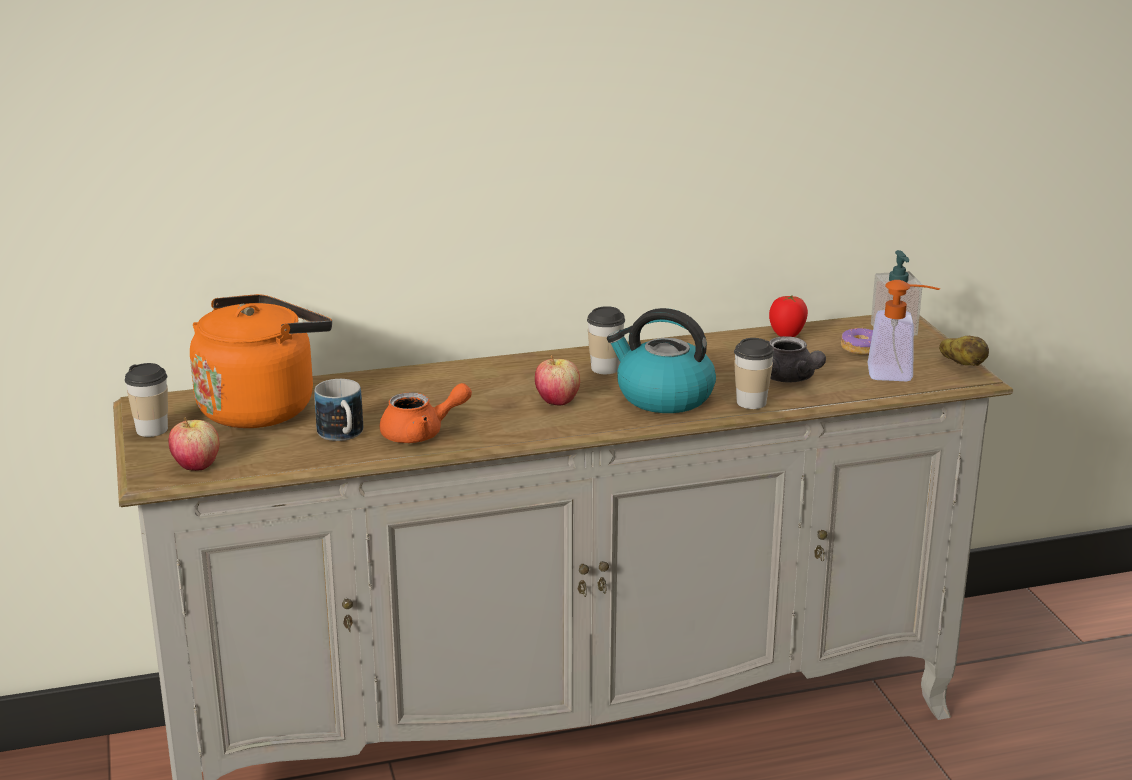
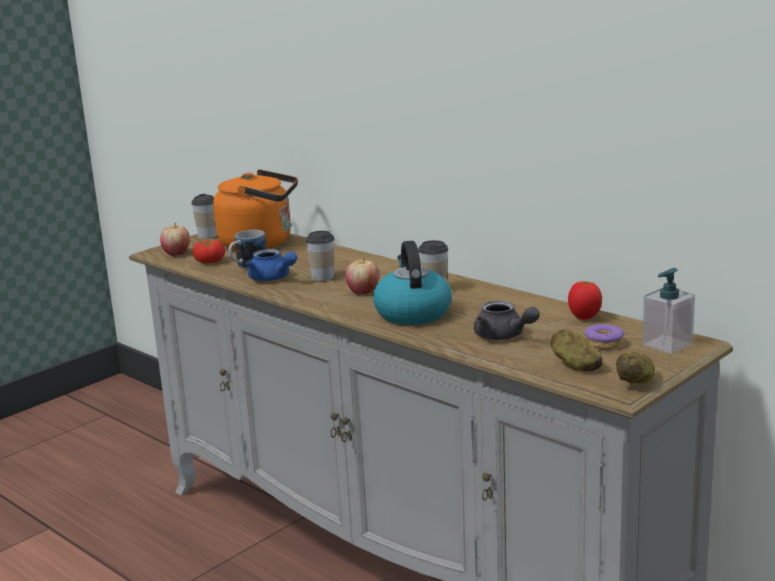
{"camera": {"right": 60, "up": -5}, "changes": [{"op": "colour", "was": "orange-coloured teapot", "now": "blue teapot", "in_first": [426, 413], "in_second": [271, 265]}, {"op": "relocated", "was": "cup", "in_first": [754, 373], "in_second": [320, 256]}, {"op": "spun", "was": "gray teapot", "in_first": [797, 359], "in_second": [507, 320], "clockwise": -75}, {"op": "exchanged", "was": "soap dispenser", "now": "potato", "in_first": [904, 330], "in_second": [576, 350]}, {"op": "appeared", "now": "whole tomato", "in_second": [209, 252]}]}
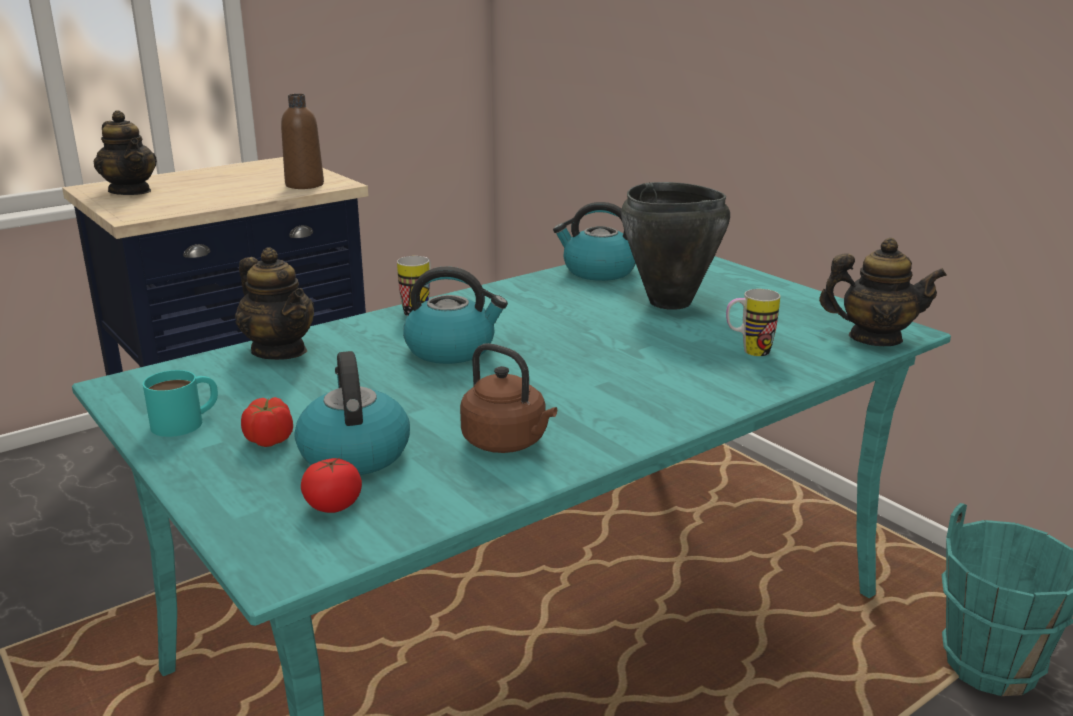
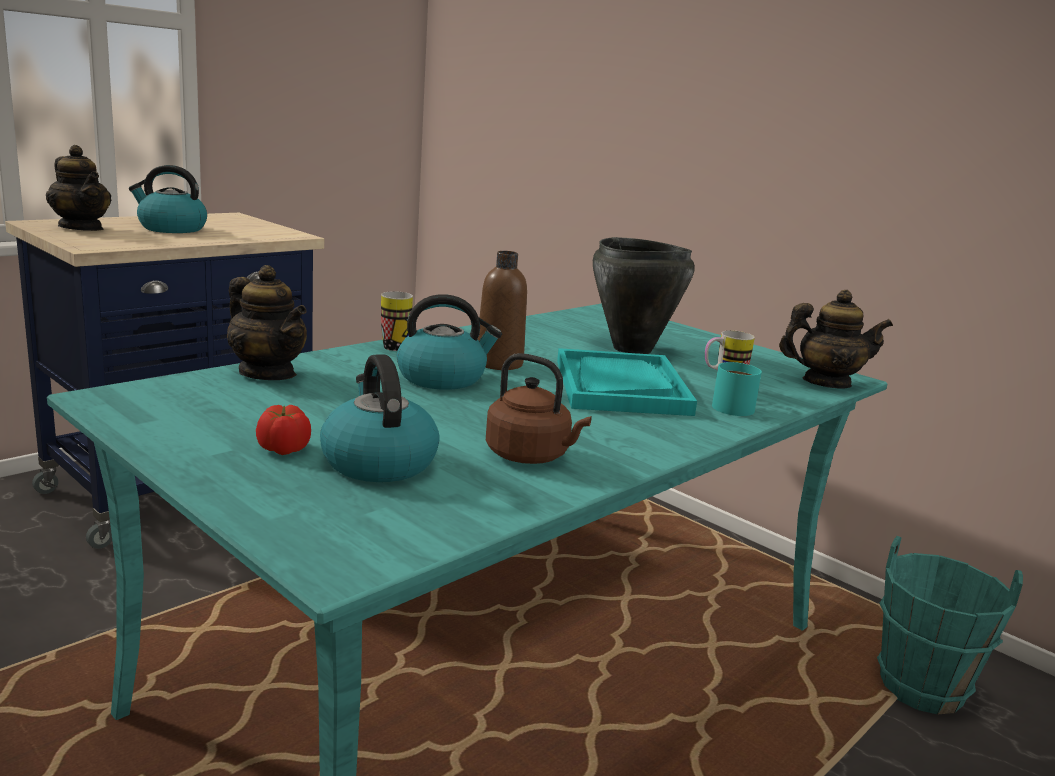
{"camera": {"right": -10, "up": -5}, "changes": [{"op": "relocated", "was": "turquoise-coloured tea mug", "in_first": [180, 403], "in_second": [737, 389]}, {"op": "relocated", "was": "brownish beverage bottle", "in_first": [302, 141], "in_second": [502, 310]}, {"op": "missing", "was": "whole tomato", "in_first": [331, 485]}, {"op": "relocated", "was": "kettle", "in_first": [594, 241], "in_second": [168, 199]}, {"op": "appeared", "now": "turquoise-coloured serving tray", "in_second": [627, 382]}]}
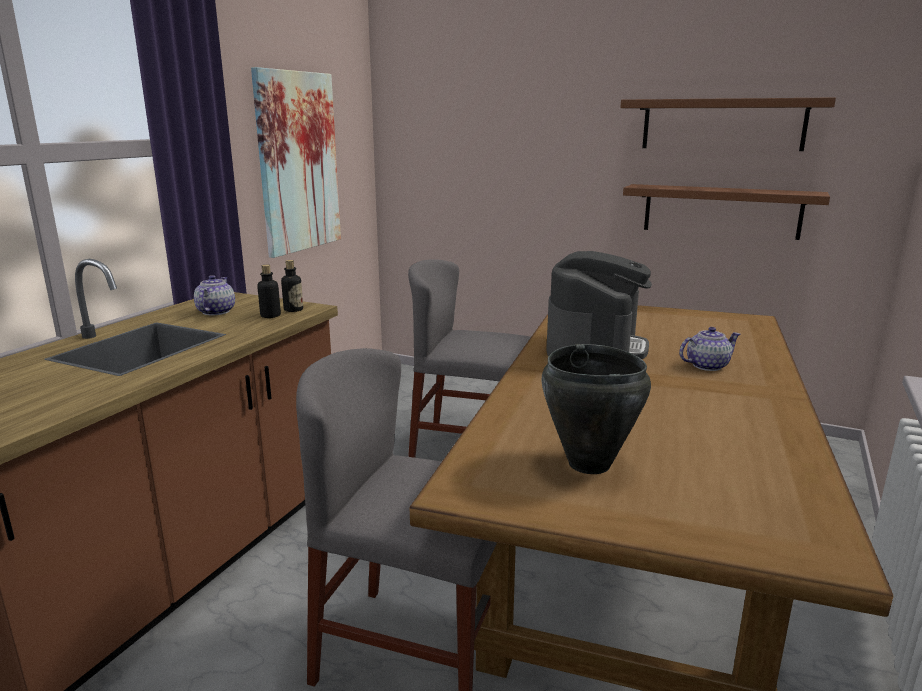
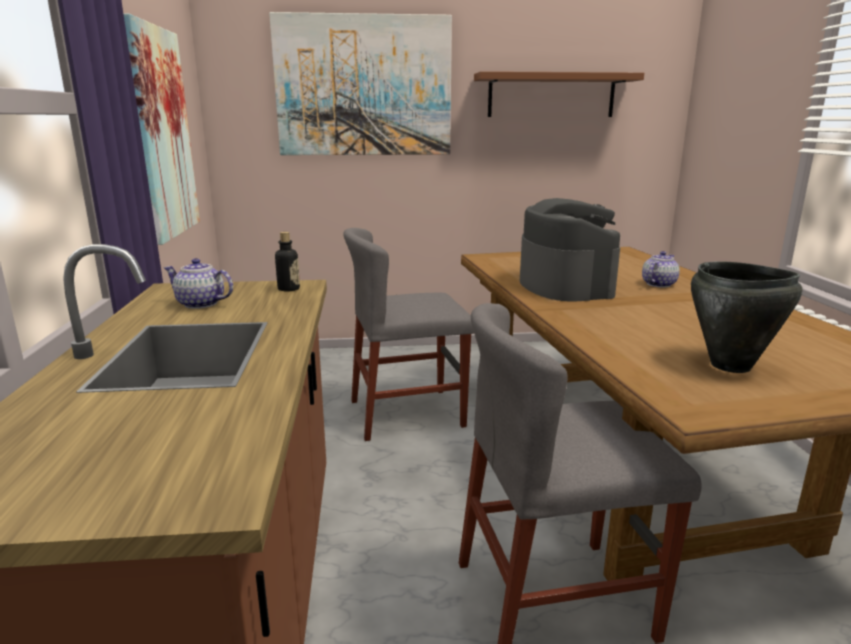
{"camera": {"right": -30, "up": 0}, "changes": [{"op": "spun", "was": "teapot", "in_first": [214, 295], "in_second": [198, 283], "clockwise": -45}, {"op": "missing", "was": "beverage bottle", "in_first": [269, 291]}, {"op": "missing", "was": "brownish wall shelf", "in_first": [726, 212]}, {"op": "appeared", "now": "wall art", "in_second": [360, 83]}]}
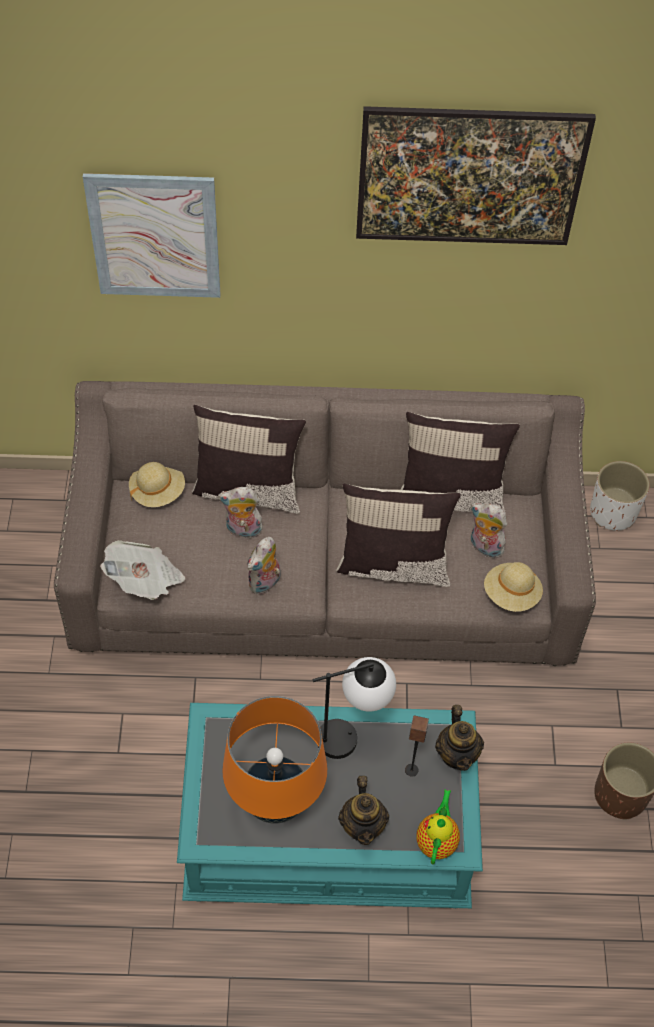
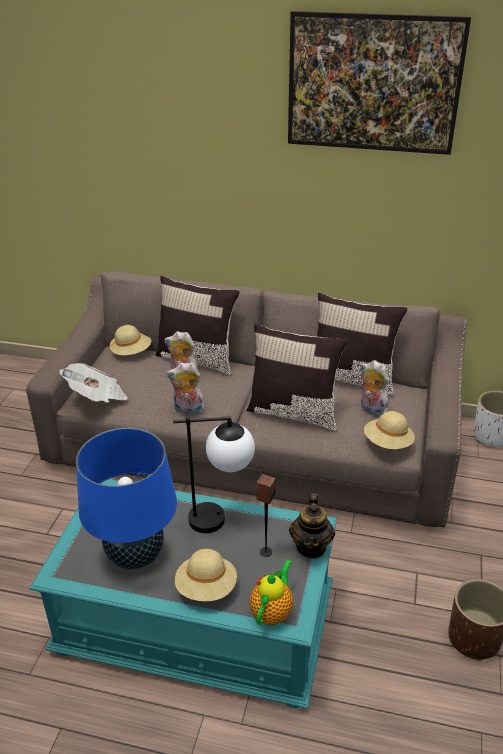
{"camera": {"right": 15, "up": -20}, "changes": [{"op": "missing", "was": "wall art", "in_first": [151, 235]}, {"op": "colour", "was": "orange-coloured lamp for a table", "now": "blue lamp for a table", "in_first": [274, 760], "in_second": [126, 498]}, {"op": "spun", "was": "cuddly toy", "in_first": [264, 566], "in_second": [185, 389], "clockwise": 45}, {"op": "exchanged", "was": "teapot", "now": "beige wearable hat", "in_first": [363, 810], "in_second": [206, 575]}]}
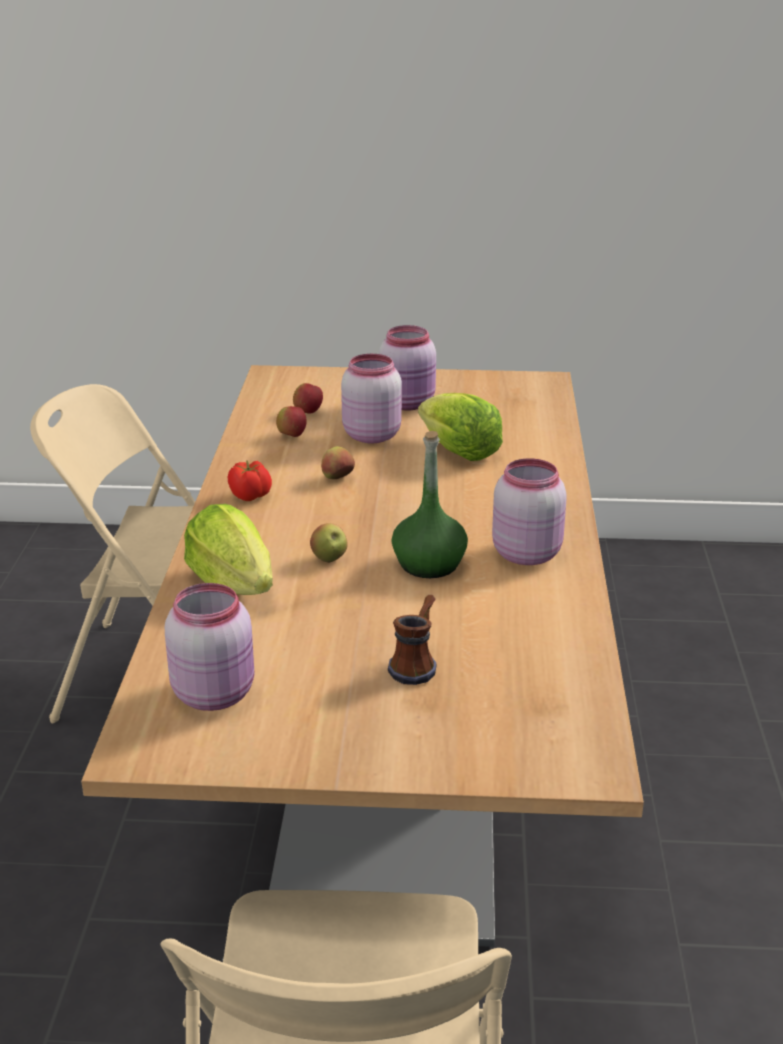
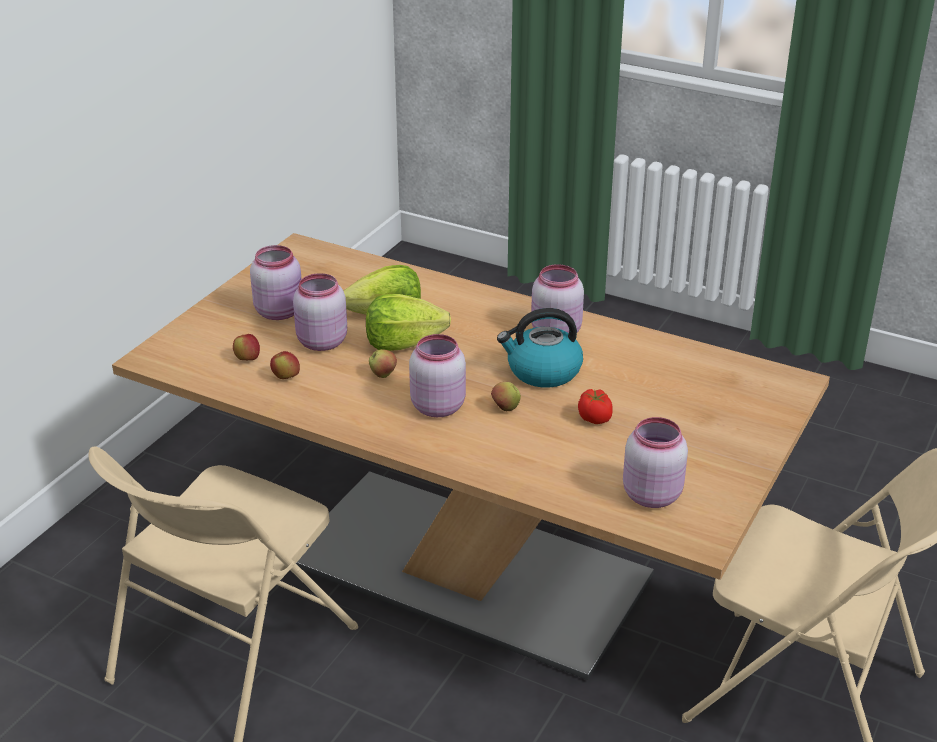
{"camera": {"right": -65, "up": 5}, "changes": [{"op": "relocated", "was": "head of lettuce", "in_first": [228, 549], "in_second": [408, 322]}, {"op": "relocated", "was": "whole tomato", "in_first": [250, 480], "in_second": [595, 406]}, {"op": "missing", "was": "tea mug", "in_first": [412, 640]}, {"op": "exchanged", "was": "green-coloured beverage bottle", "now": "kettle", "in_first": [430, 504], "in_second": [540, 348]}, {"op": "appeared", "now": "pink preserve jar", "in_second": [437, 375]}]}
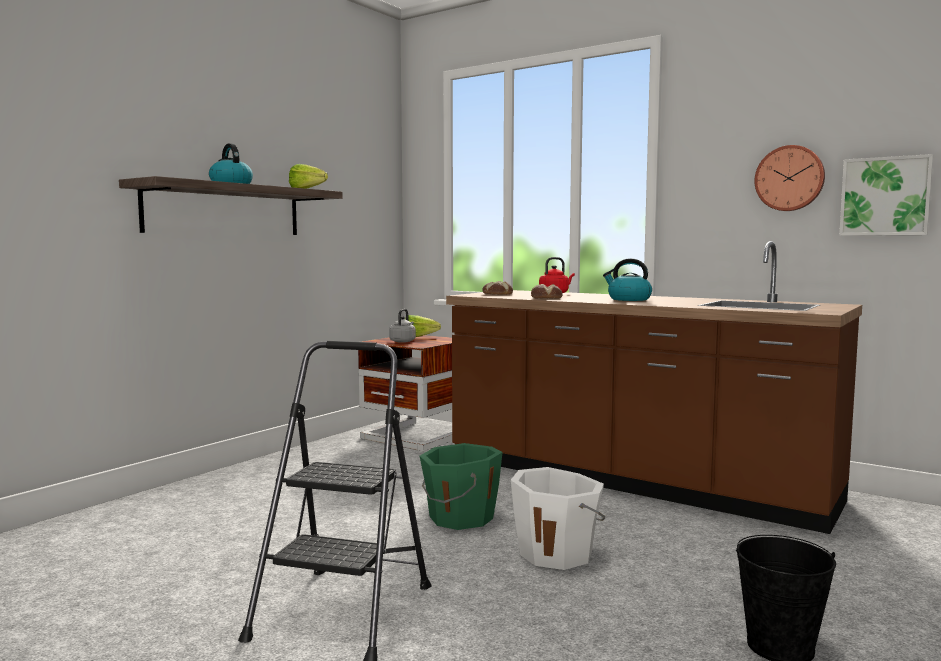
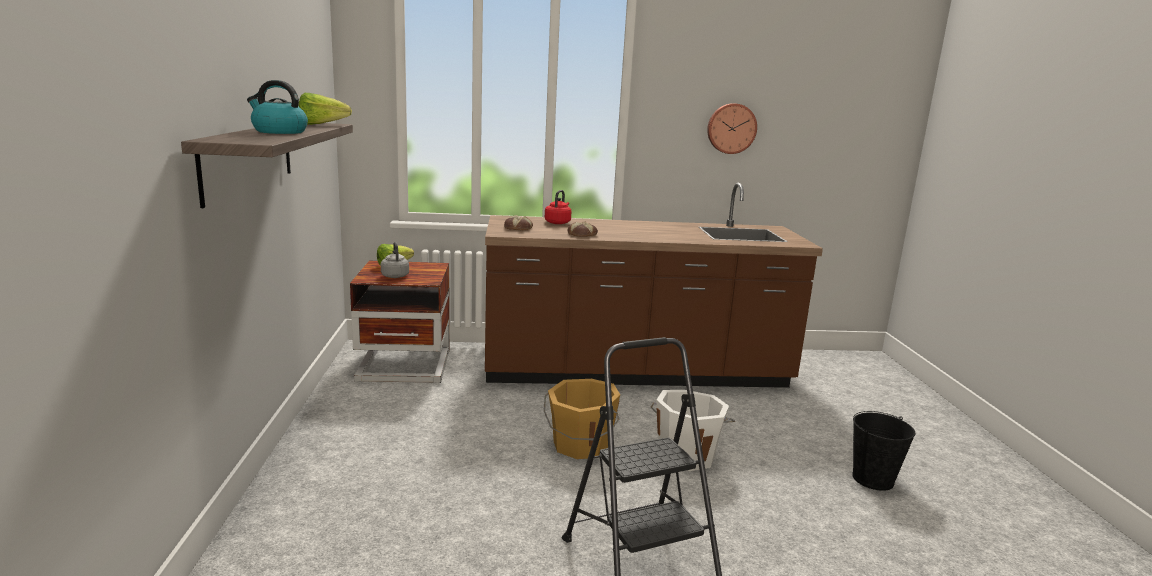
{"camera": {"right": -40, "up": 10}, "changes": [{"op": "colour", "was": "green-coloured bucket", "now": "orange-coloured bucket", "in_first": [461, 486], "in_second": [582, 419]}, {"op": "missing", "was": "kettle", "in_first": [627, 280]}, {"op": "missing", "was": "wall art", "in_first": [886, 195]}]}
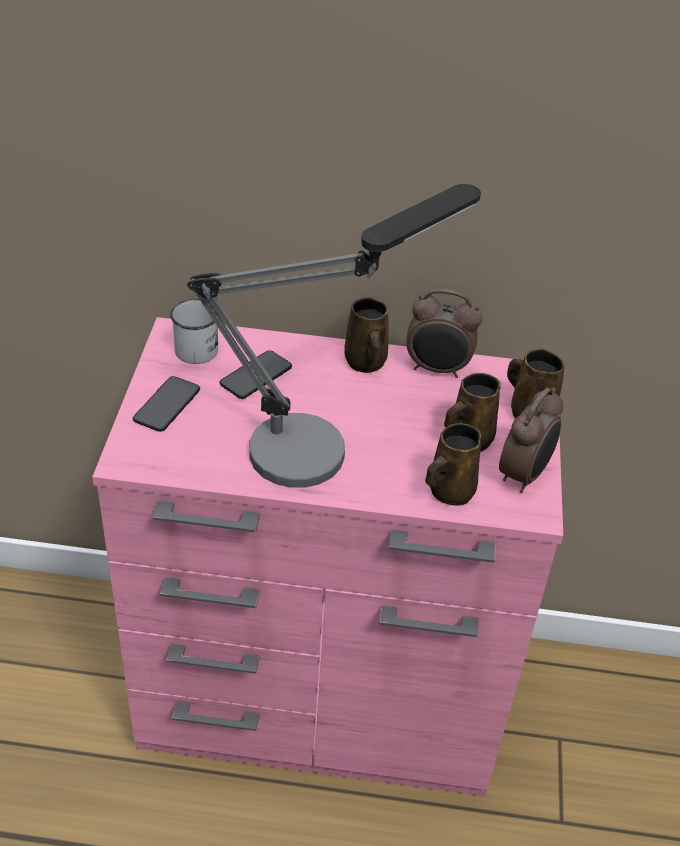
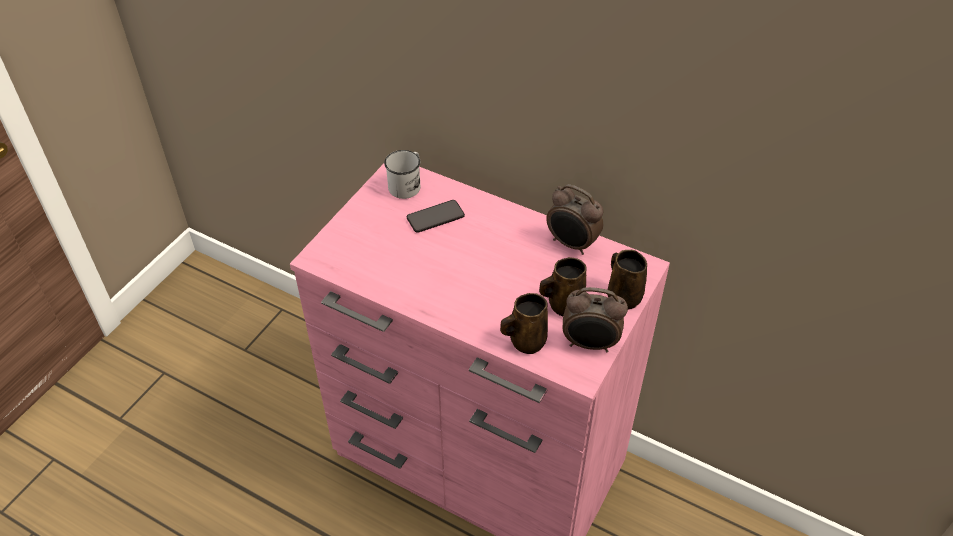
{"camera": {"right": 25, "up": 5}, "changes": [{"op": "missing", "was": "phone", "in_first": [166, 404]}, {"op": "missing", "was": "lamp for a table", "in_first": [334, 336]}, {"op": "missing", "was": "brownish tea mug", "in_first": [366, 335]}, {"op": "spun", "was": "alarm clock", "in_first": [531, 440], "in_second": [595, 319], "clockwise": 45}]}
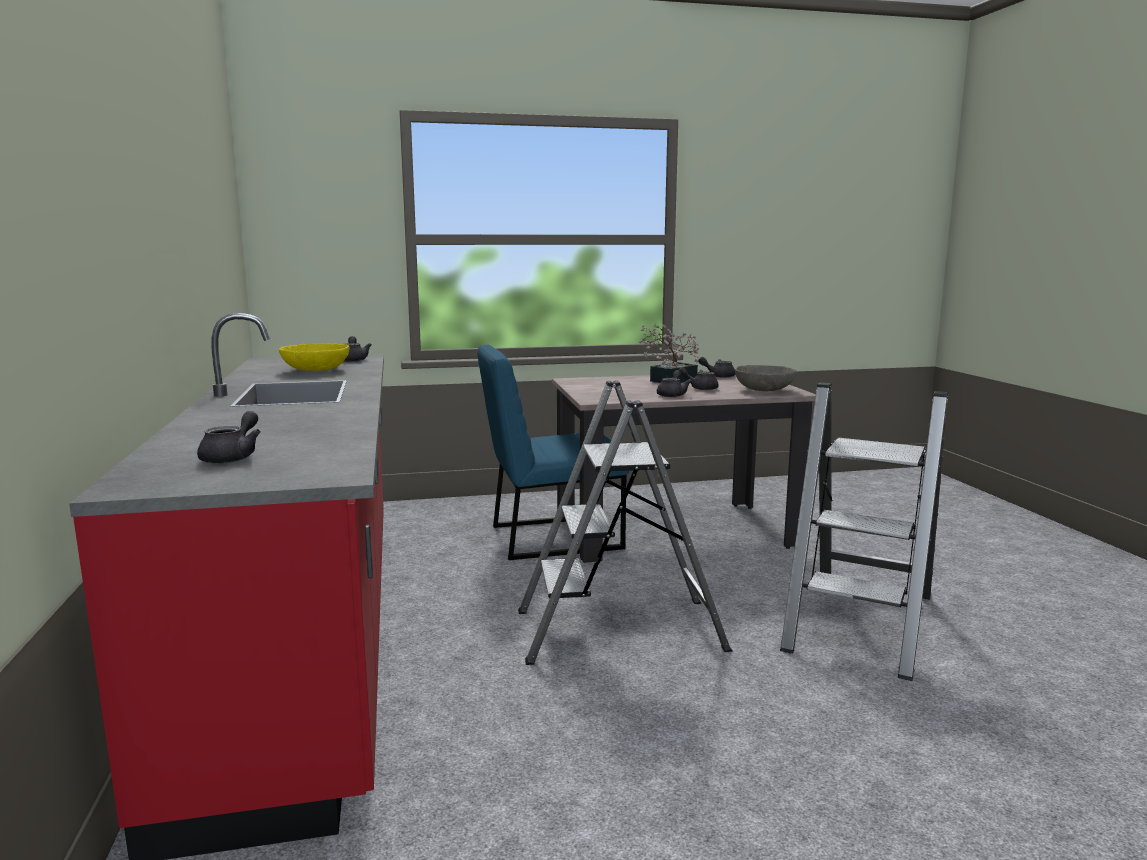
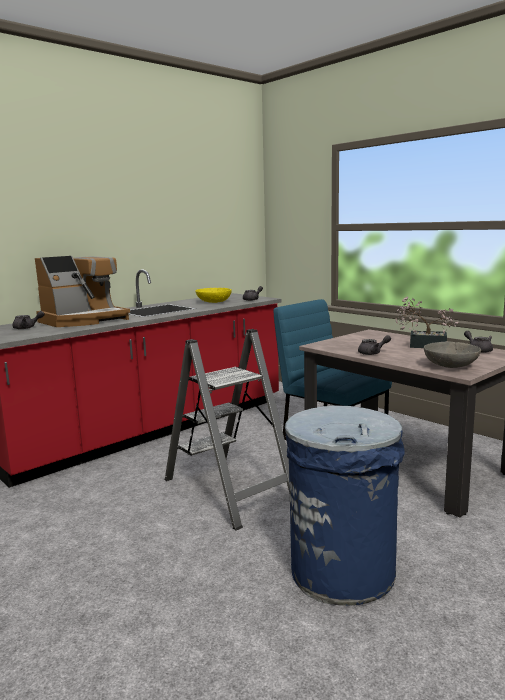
{"camera": {"right": 60, "up": 0}, "changes": [{"op": "missing", "was": "gray teapot", "in_first": [699, 378]}, {"op": "exchanged", "was": "gray step ladder", "now": "blue trash can", "in_first": [864, 531], "in_second": [345, 505]}, {"op": "appeared", "now": "coffee maker", "in_second": [82, 291]}]}
